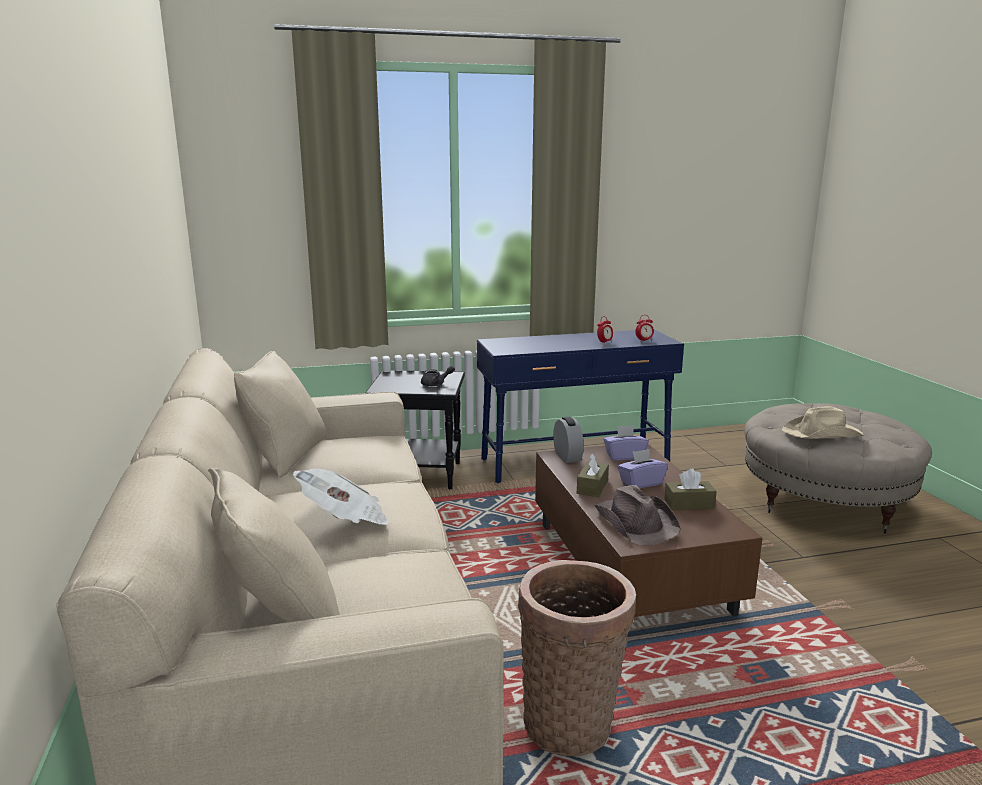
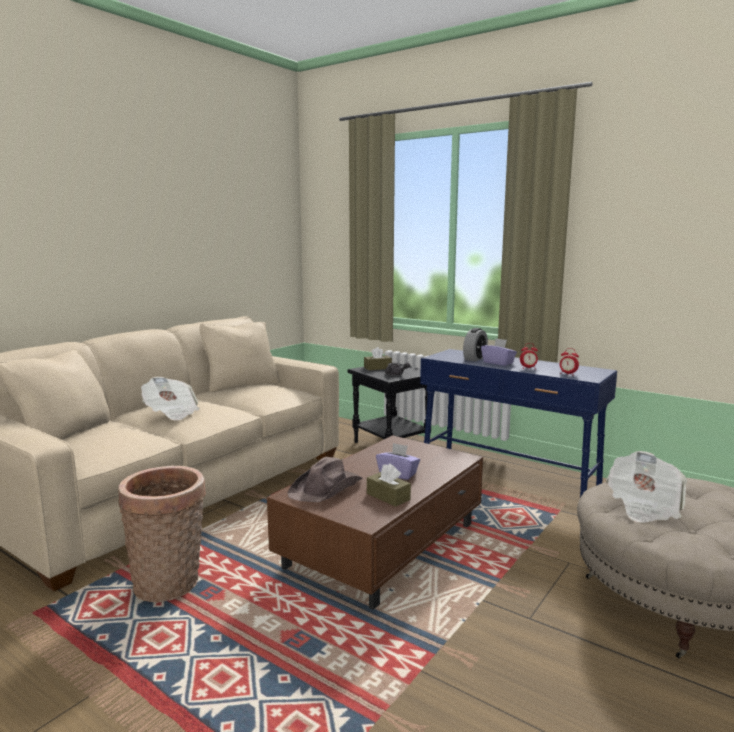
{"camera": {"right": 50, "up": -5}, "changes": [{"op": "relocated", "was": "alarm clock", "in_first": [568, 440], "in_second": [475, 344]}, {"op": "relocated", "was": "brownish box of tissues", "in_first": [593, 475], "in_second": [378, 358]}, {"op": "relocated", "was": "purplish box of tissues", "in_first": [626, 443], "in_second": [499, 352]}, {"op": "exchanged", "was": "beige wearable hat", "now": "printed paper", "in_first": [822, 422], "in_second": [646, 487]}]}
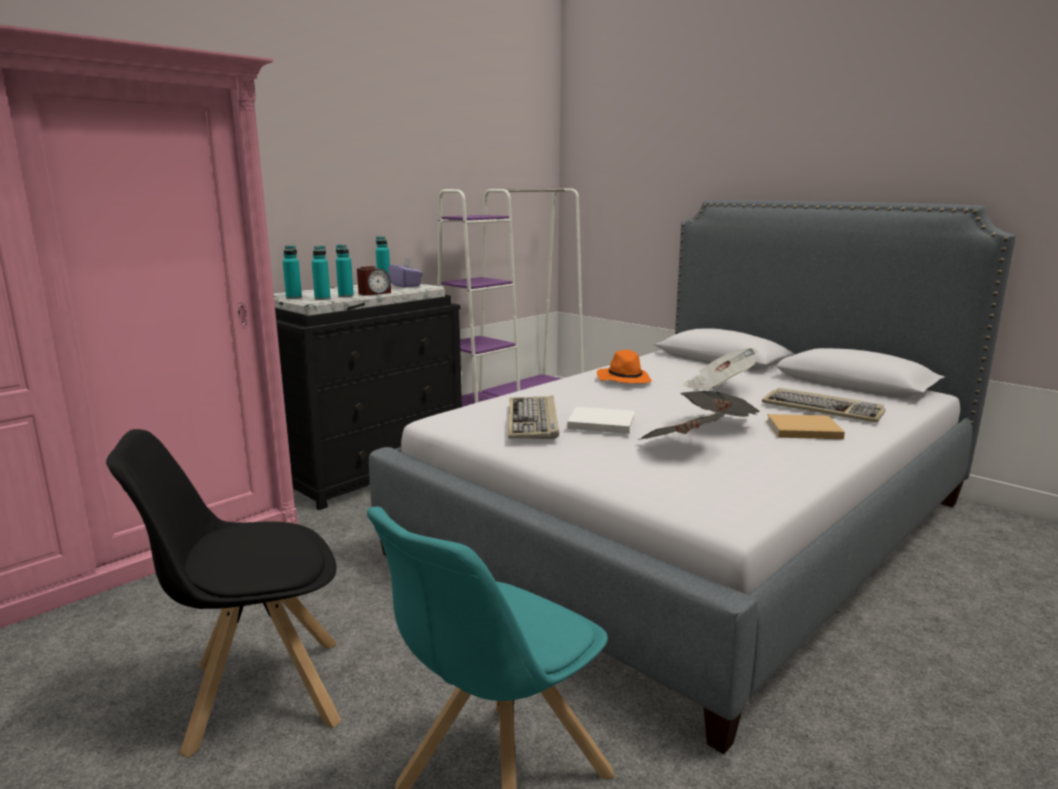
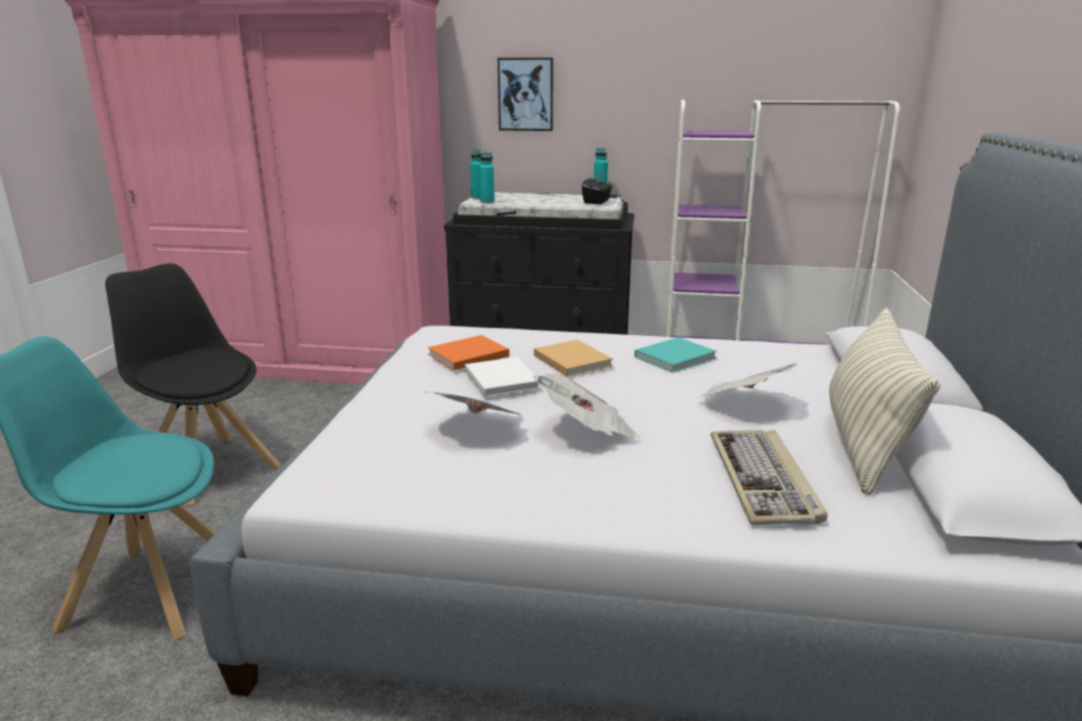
{"camera": {"right": 55, "up": 5}, "changes": [{"op": "missing", "was": "turquoise-coloured beverage bottle", "in_first": [345, 271]}, {"op": "missing", "was": "alarm clock", "in_first": [374, 281]}, {"op": "colour", "was": "purplish box of tissues", "now": "black-coloured box of tissues", "in_first": [405, 272], "in_second": [597, 188]}, {"op": "exchanged", "was": "keyboard", "now": "orange-coloured volume", "in_first": [533, 417], "in_second": [468, 352]}, {"op": "exchanged", "was": "orange-coloured wearable hat", "now": "turquoise-coloured volume", "in_first": [625, 366], "in_second": [675, 355]}, {"op": "relocated", "was": "beige volume", "in_first": [805, 426], "in_second": [573, 358]}, {"op": "appeared", "now": "wall art", "in_second": [525, 94]}, {"op": "appeared", "now": "pillow", "in_second": [885, 401]}]}
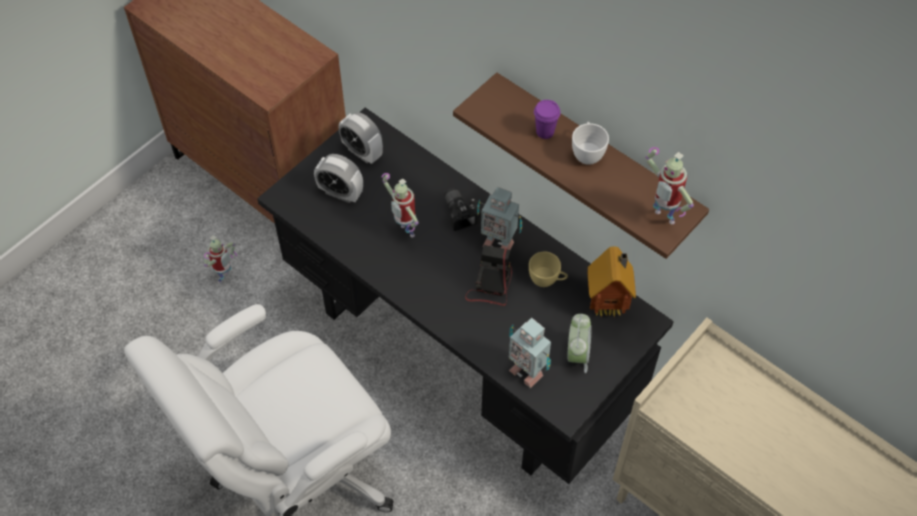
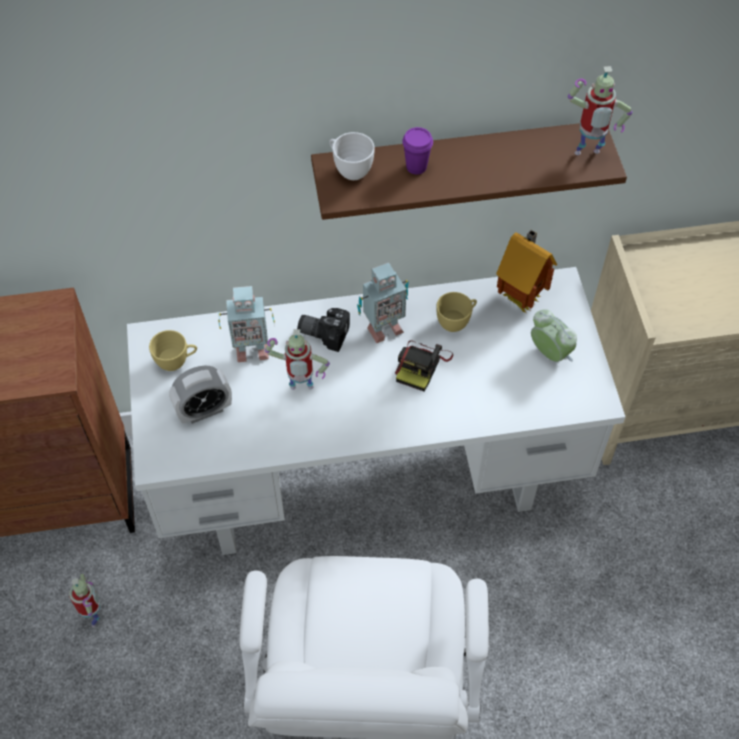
{"camera": {"right": -50, "up": 0}, "changes": [{"op": "colour", "was": "black-coloured desk unit", "now": "white-coloured desk unit", "in_first": [465, 296], "in_second": [376, 411]}, {"op": "exchanged", "was": "alarm clock", "now": "yellowish cup", "in_first": [361, 138], "in_second": [173, 350]}, {"op": "spun", "was": "still camera", "in_first": [488, 275], "in_second": [424, 366], "clockwise": -120}, {"op": "relocated", "was": "toy robot", "in_first": [530, 353], "in_second": [246, 324]}, {"op": "relocated", "was": "white-coloured cup", "in_first": [590, 143], "in_second": [352, 156]}]}
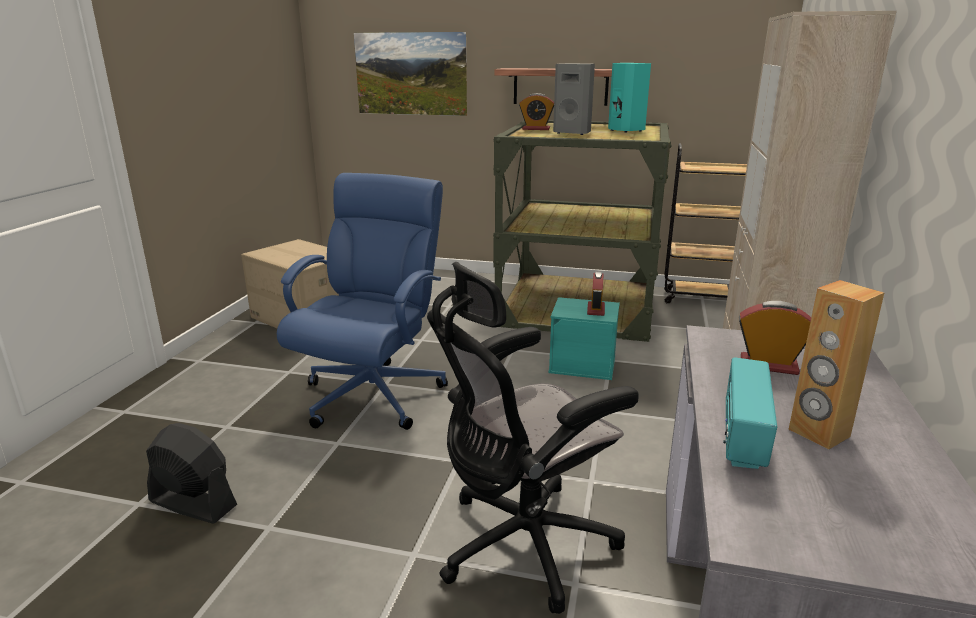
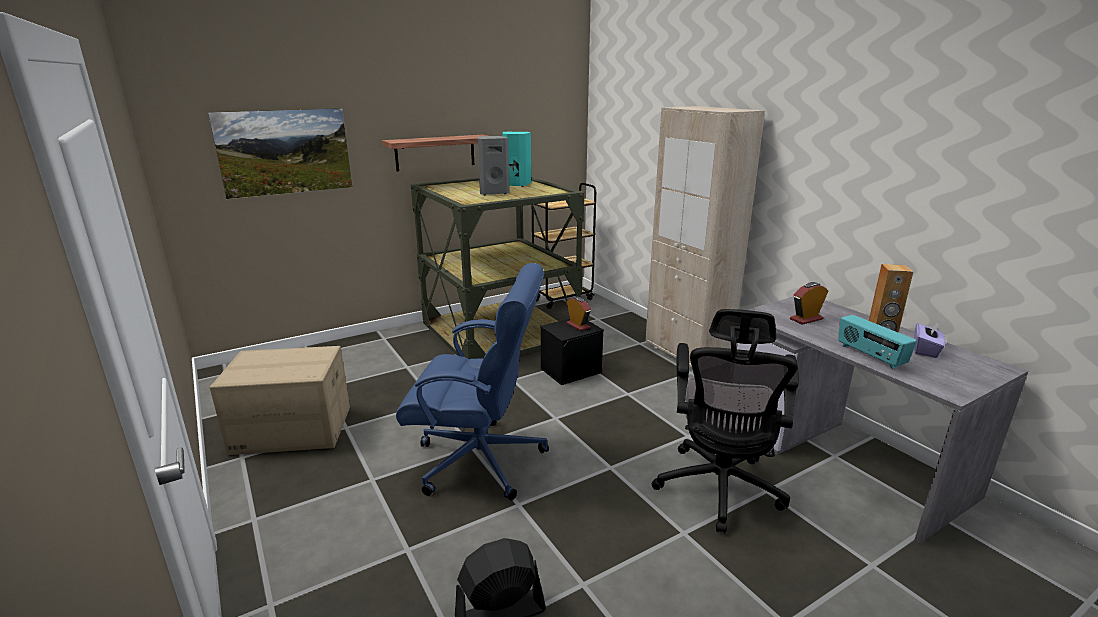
{"camera": {"right": -45, "up": 0}, "changes": [{"op": "spun", "was": "blue office chair", "in_first": [362, 301], "in_second": [472, 381], "clockwise": 120}, {"op": "missing", "was": "alarm clock", "in_first": [536, 111]}, {"op": "colour", "was": "turquoise-coloured storage box", "now": "black-coloured storage box", "in_first": [584, 338], "in_second": [572, 352]}, {"op": "appeared", "now": "purplish box of tissues", "in_second": [929, 340]}]}
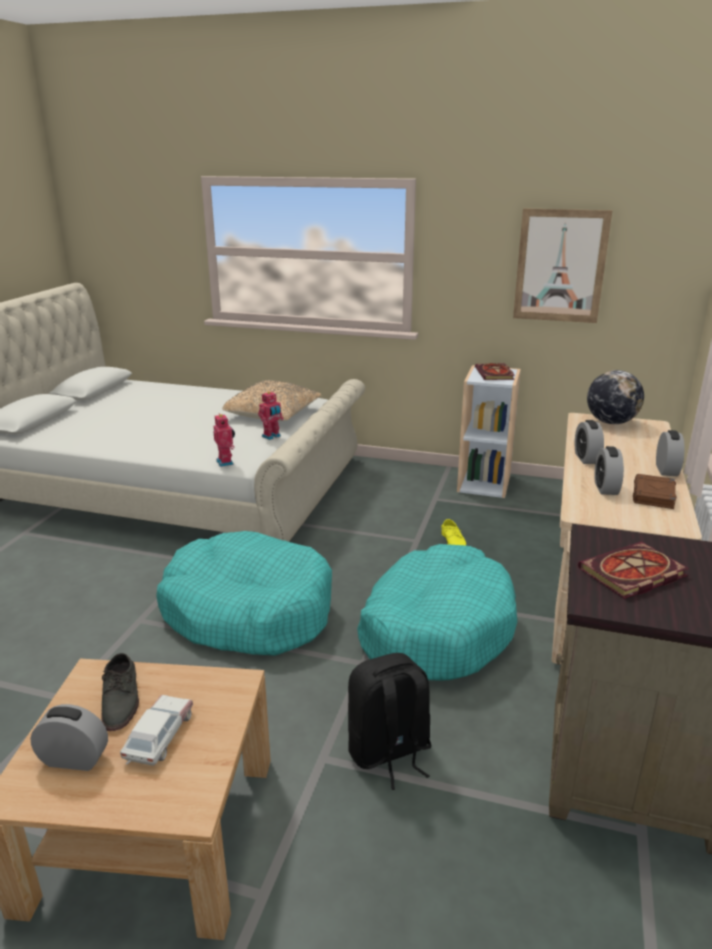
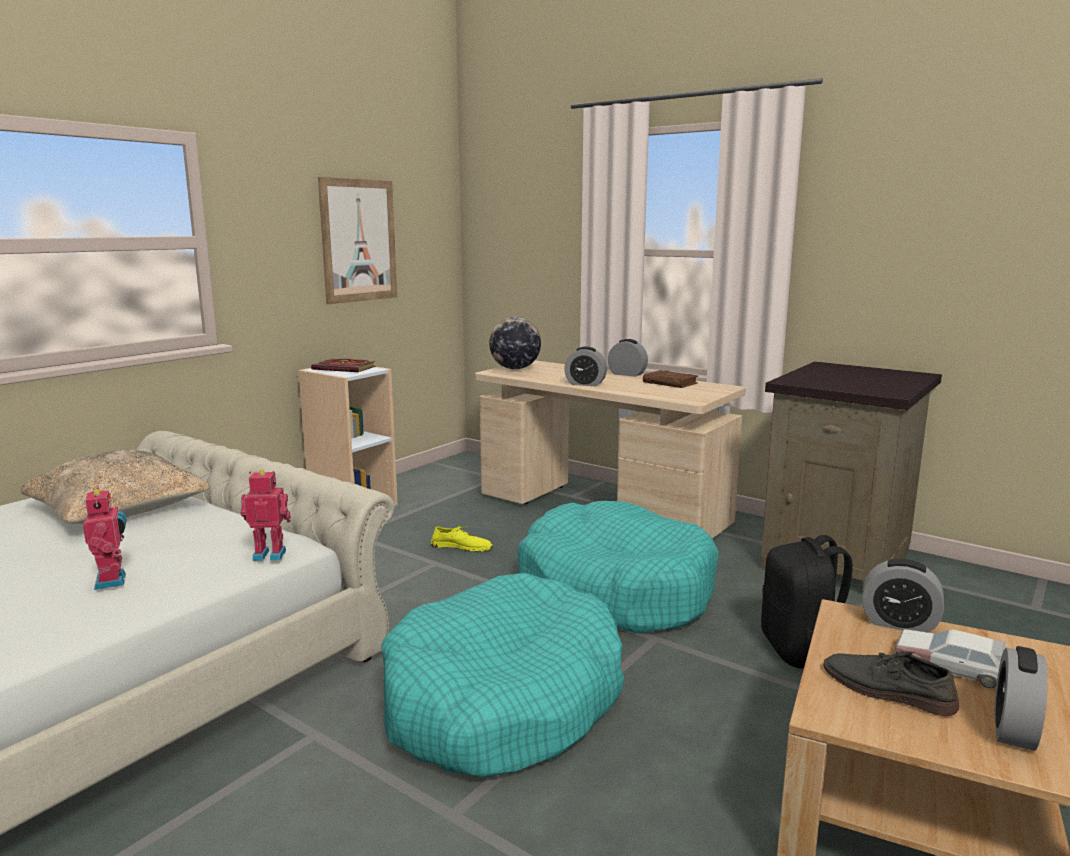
{"camera": {"right": -70, "up": -10}, "changes": [{"op": "spun", "was": "gray item of footwear", "in_first": [120, 692], "in_second": [891, 683], "clockwise": -150}, {"op": "relocated", "was": "toy robot", "in_first": [271, 415], "in_second": [105, 538]}, {"op": "missing", "was": "volume", "in_first": [633, 570]}, {"op": "relocated", "was": "alarm clock", "in_first": [609, 470], "in_second": [903, 596]}]}
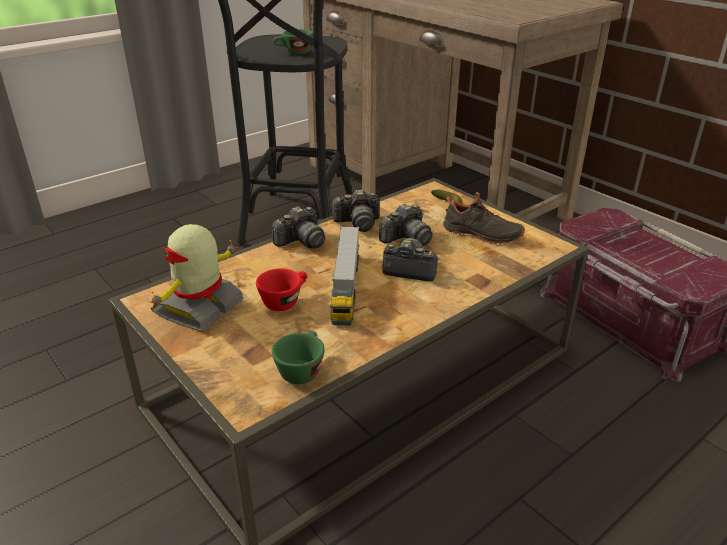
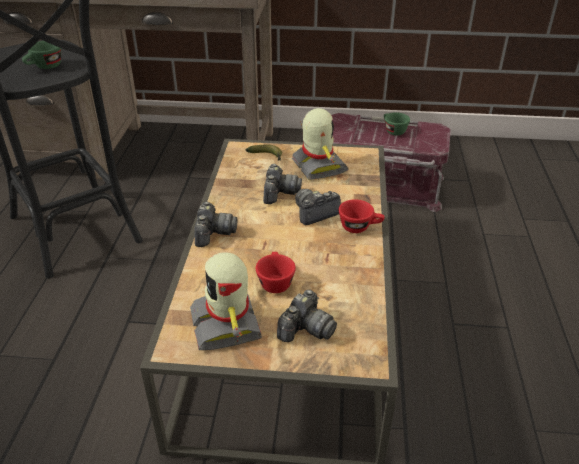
{"camera": {"right": -45, "up": 5}, "changes": [{"op": "relocated", "was": "green-coloured cup", "in_first": [298, 357], "in_second": [397, 124]}, {"op": "missing", "was": "toy truck", "in_first": [344, 275]}, {"op": "relocated", "was": "still camera", "in_first": [356, 210], "in_second": [307, 316]}, {"op": "exchanged", "was": "black-coloured item of footwear", "now": "toy robot", "in_first": [484, 218], "in_second": [320, 144]}, {"op": "appeared", "now": "red cup", "in_second": [362, 216]}]}
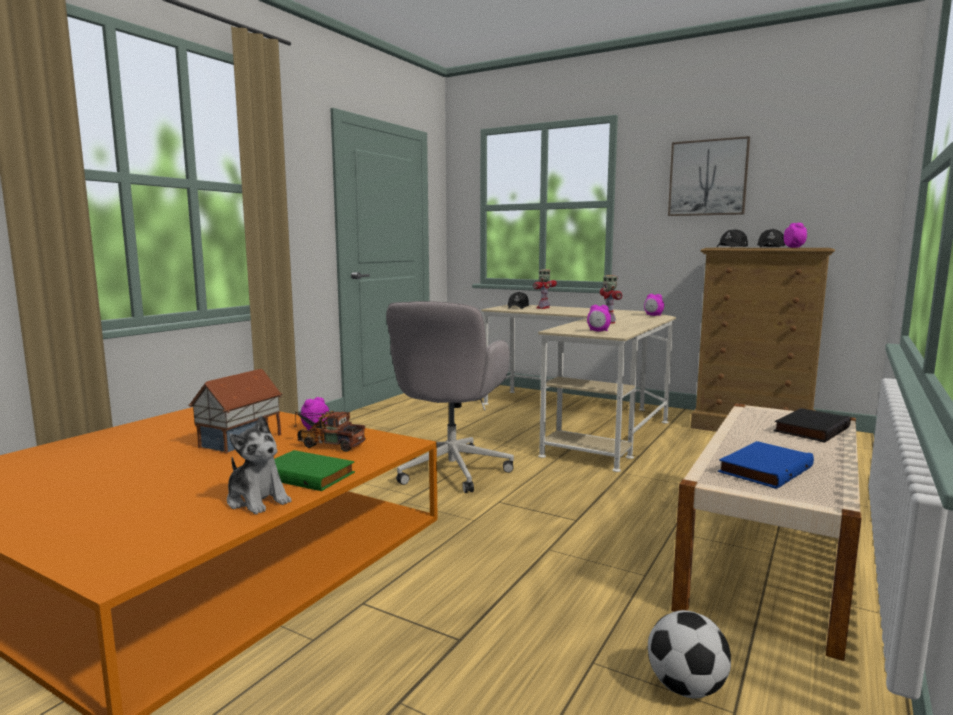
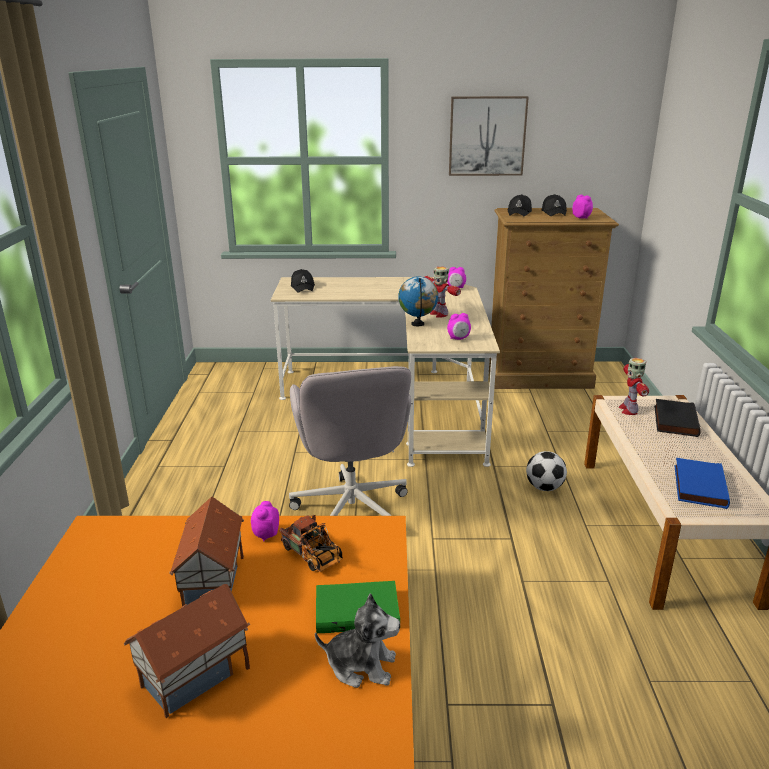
{"camera": {"right": -30, "up": 15}, "changes": [{"op": "spun", "was": "toy truck", "in_first": [329, 431], "in_second": [311, 543], "clockwise": -120}, {"op": "relocated", "was": "toy robot", "in_first": [545, 289], "in_second": [633, 386]}, {"op": "relocated", "was": "ball for football", "in_first": [689, 654], "in_second": [546, 471]}, {"op": "appeared", "now": "toy house", "in_second": [187, 651]}, {"op": "appeared", "now": "desk globe", "in_second": [418, 301]}]}
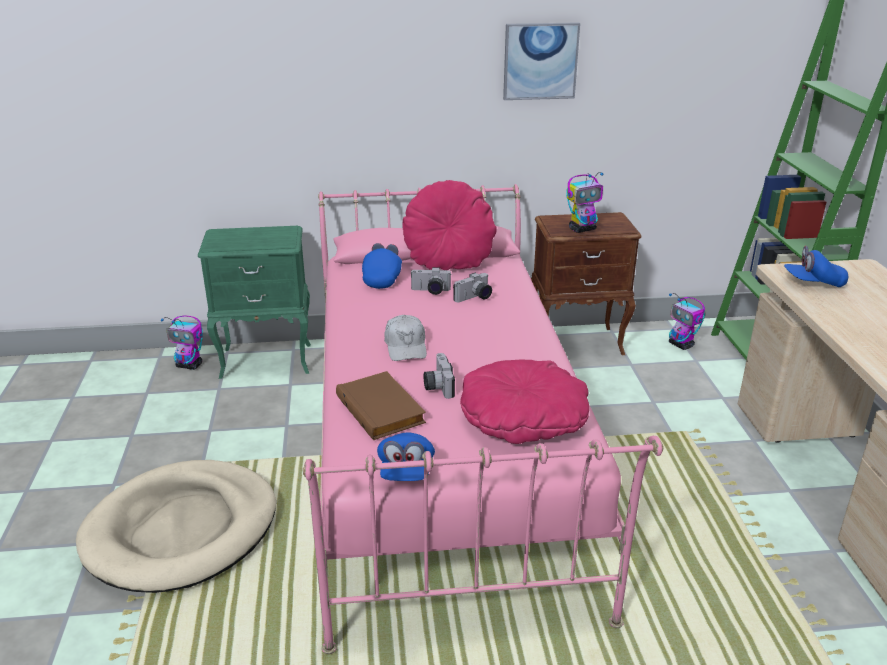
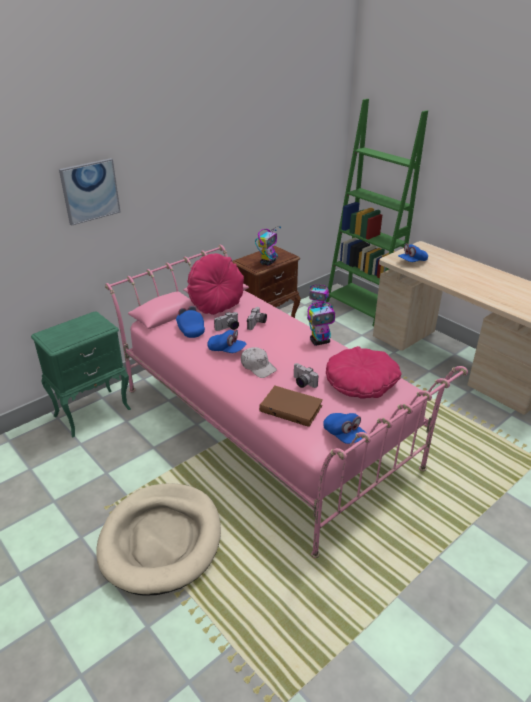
{"camera": {"right": -35, "up": 5}, "changes": [{"op": "relocated", "was": "toy robot", "in_first": [182, 343], "in_second": [321, 324]}, {"op": "relocated", "was": "wall art", "in_first": [541, 61], "in_second": [89, 192]}, {"op": "appeared", "now": "blue baseball cap", "in_second": [226, 341]}]}
